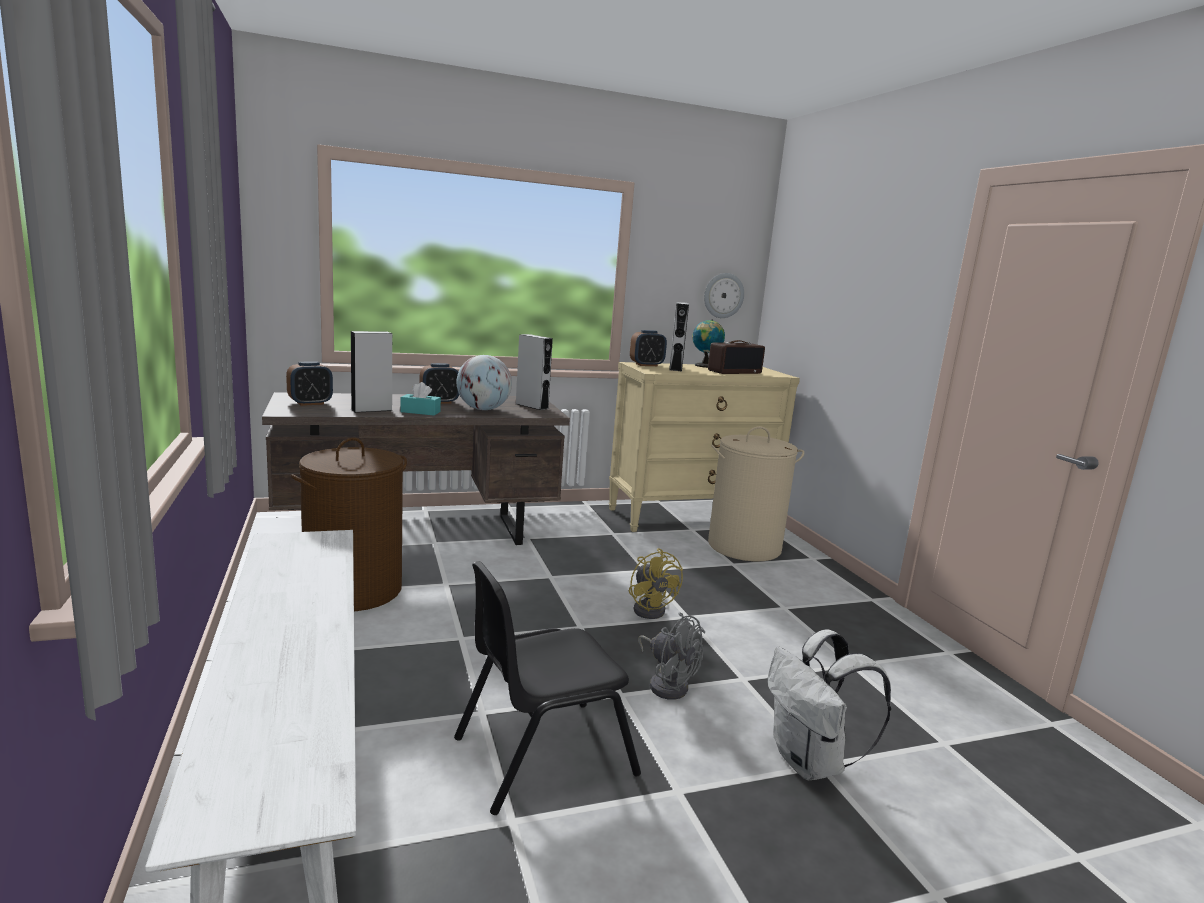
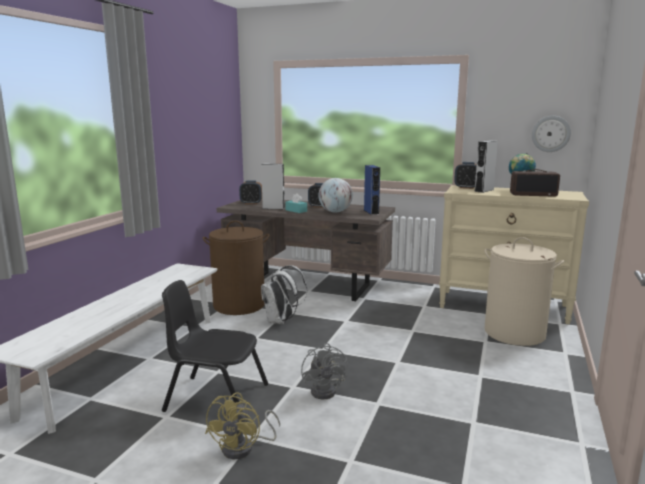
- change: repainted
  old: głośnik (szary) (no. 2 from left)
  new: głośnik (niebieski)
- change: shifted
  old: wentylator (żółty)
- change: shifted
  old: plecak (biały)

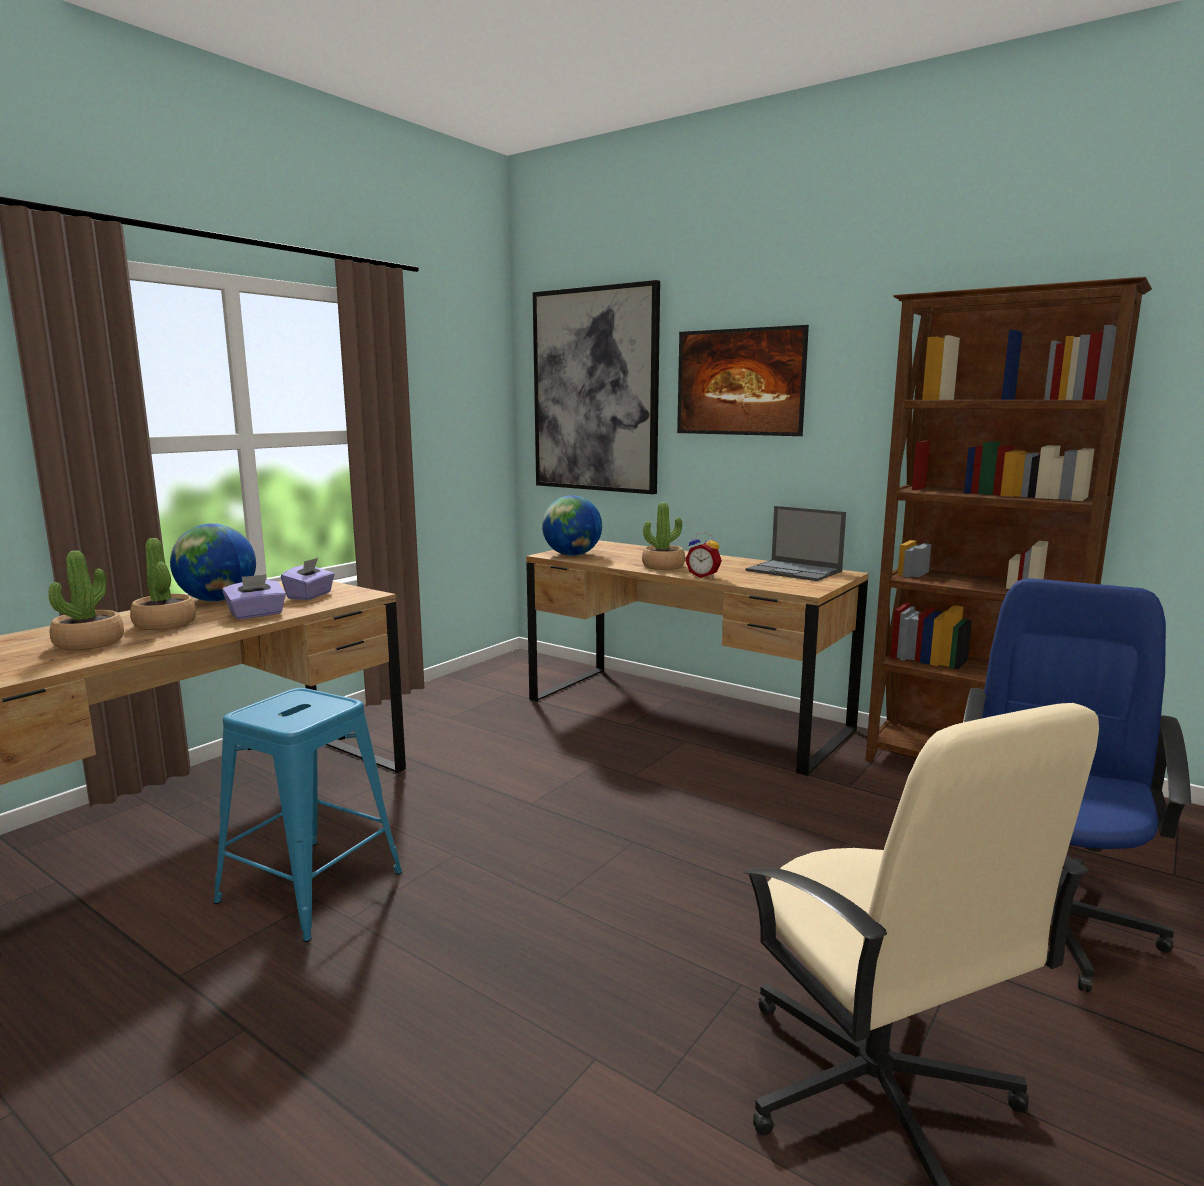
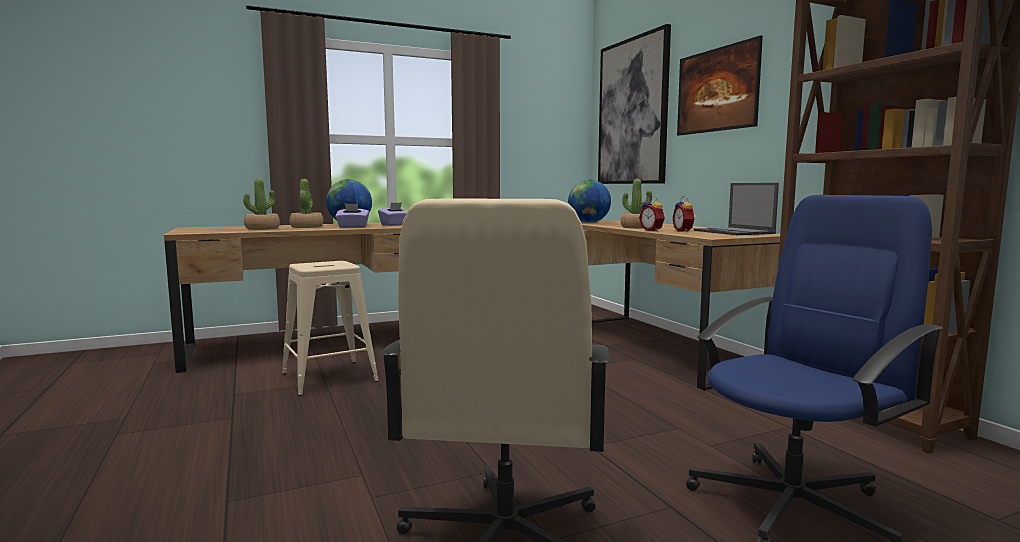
- change: repainted
  old: stołek (niebieski)
  new: stołek (beżowy)
- change: new
  new: budzik (no. 2 from left)

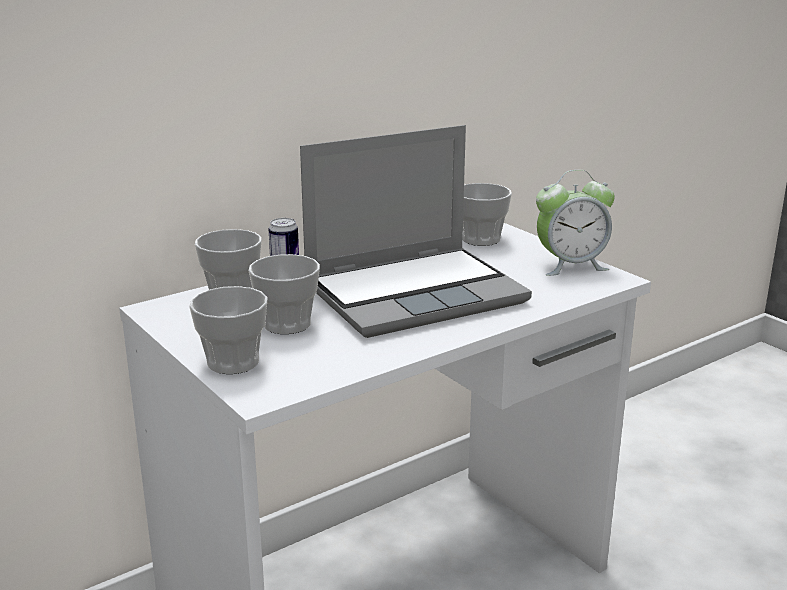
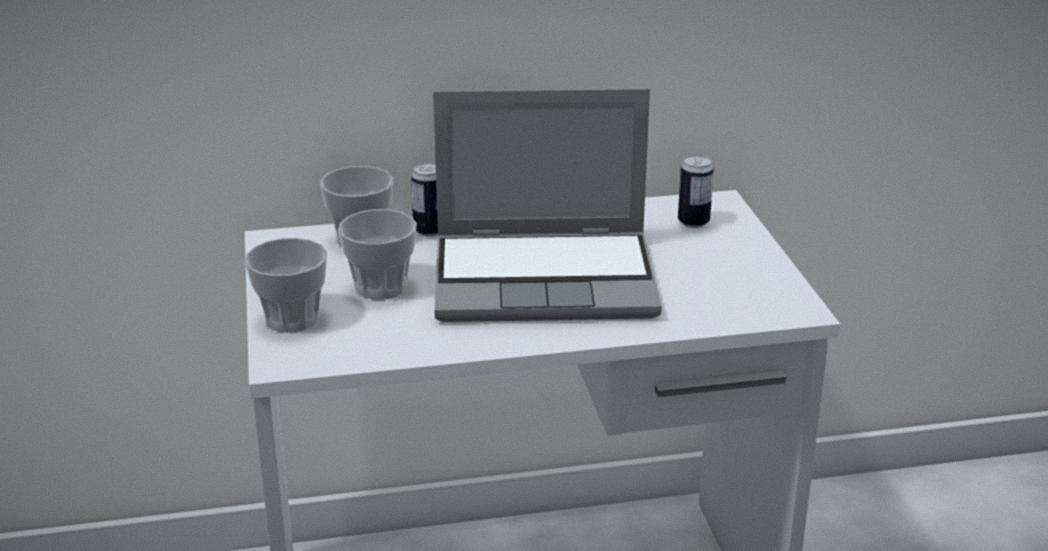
- change: swapped
  old: filiżanka (no. 4 from left)
  new: puszka (no. 2 from left)
- change: gone
  old: budzik

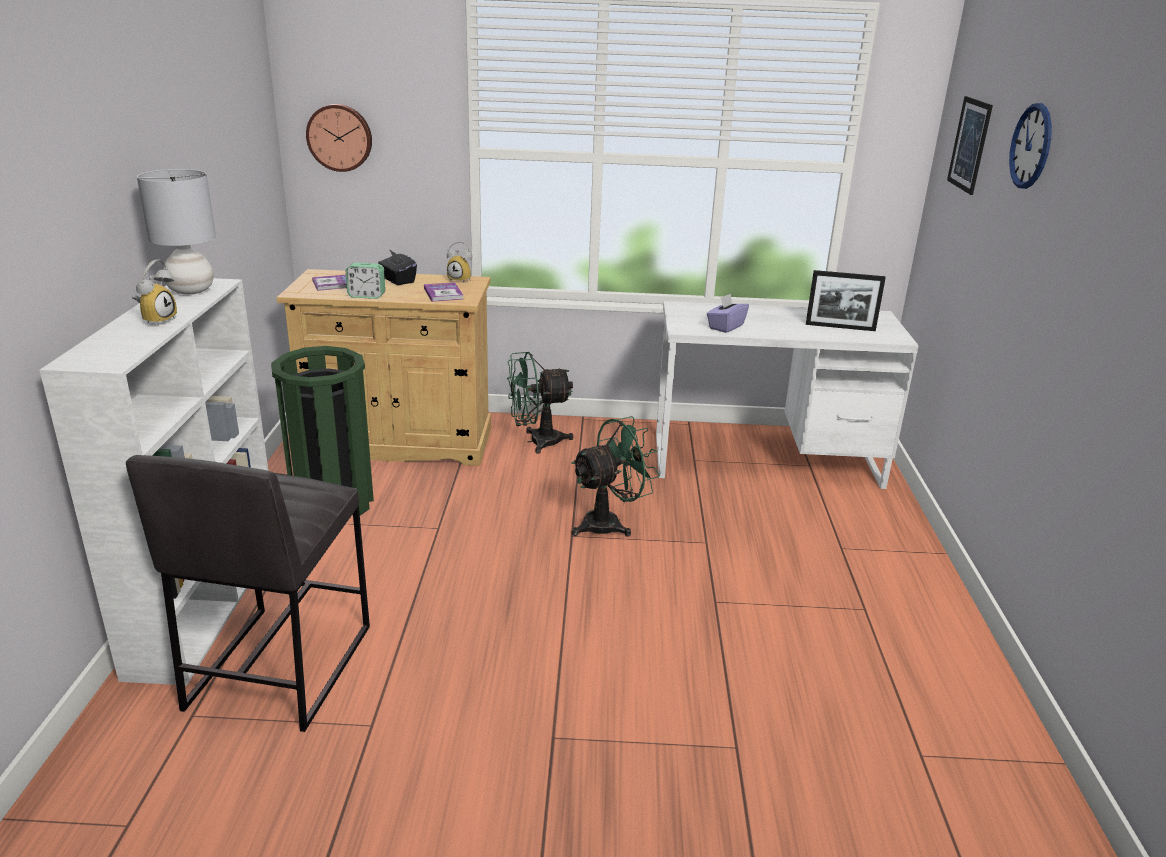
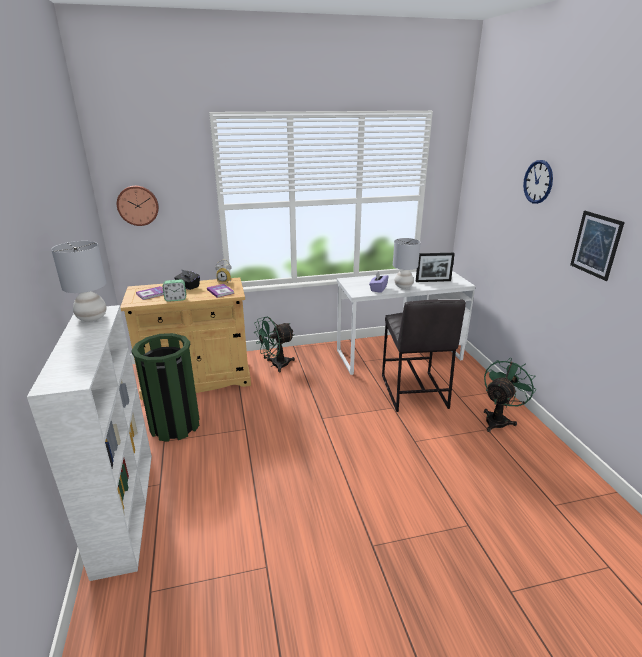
- change: shifted
  old: stołek (szary)
- change: gone
  old: budzik (no. 1 from left)
- change: shifted
  old: wentylator (zielony) (no. 2 from left)
- change: shifted
  old: obraz
- change: new
  new: lampa stołowa (szary) (no. 2 from left)

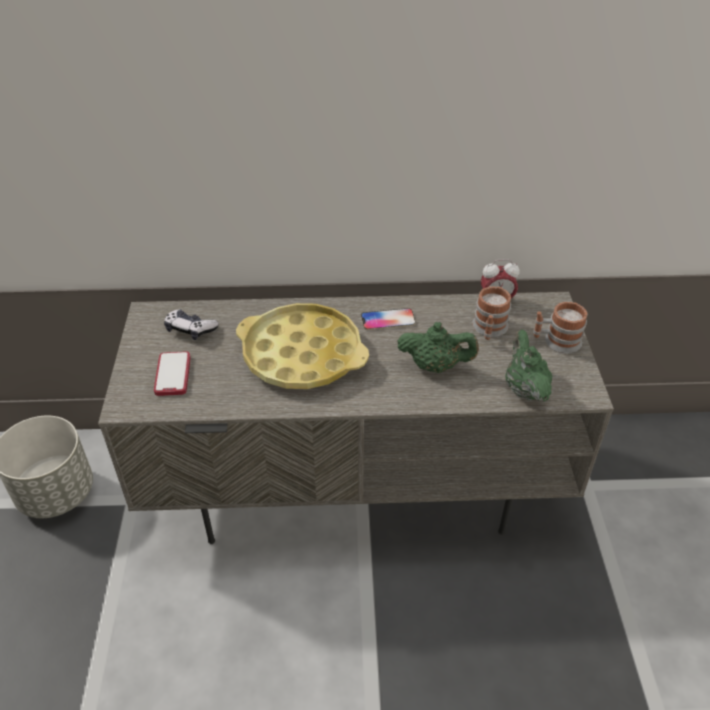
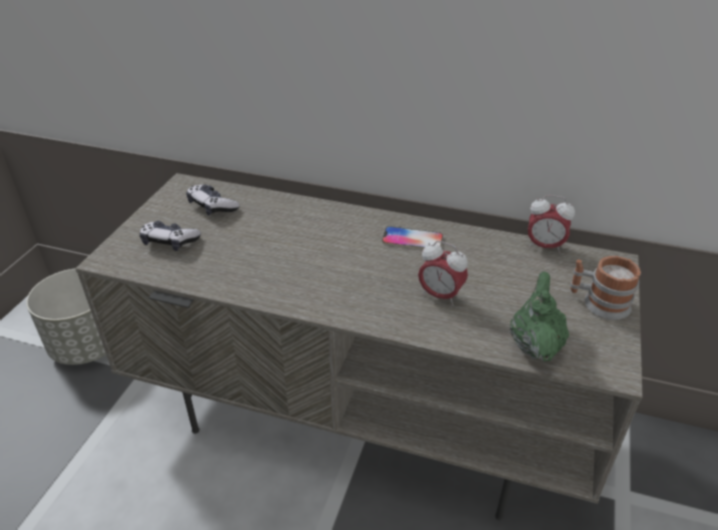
- change: swapped
  old: telefon (no. 1 from left)
  new: pad do gier (no. 1 from left)
- change: gone
  old: taca (żółty)
- change: swapped
  old: imbryk (zielony) (no. 1 from left)
  new: budzik (no. 1 from left)
- change: gone
  old: kubek (no. 1 from left)

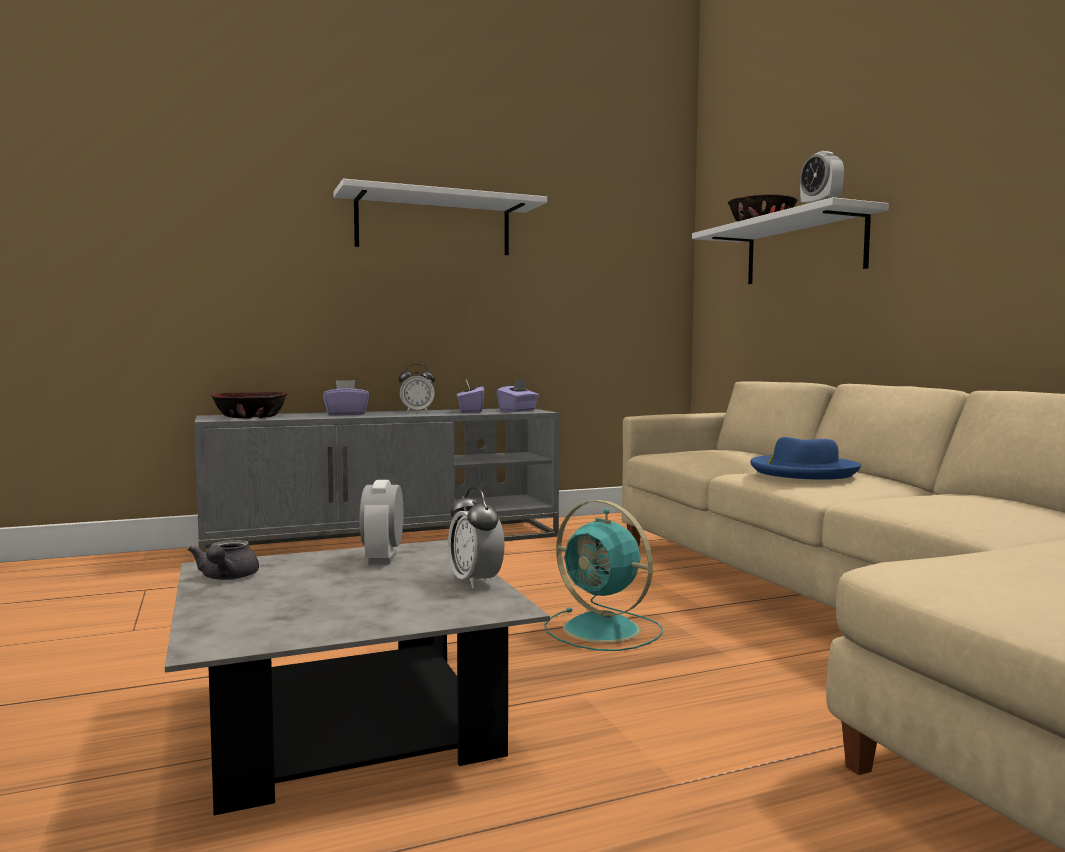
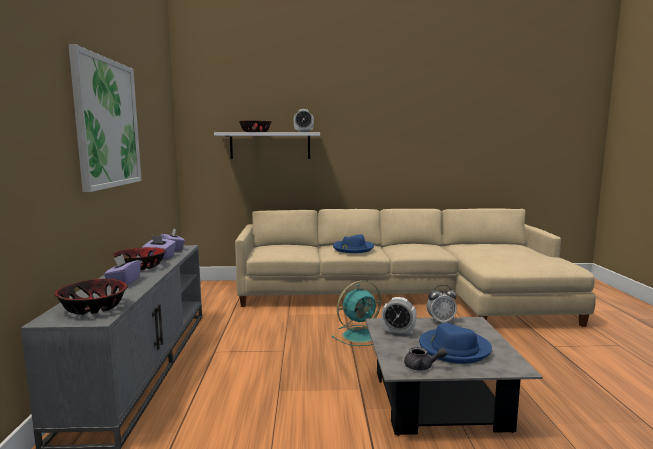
- change: swapped
  old: półka (biały) (no. 1 from left)
  new: obraz
- change: swapped
  old: budzik (no. 2 from left)
  new: miska (no. 2 from left)
- change: new
  new: kapelusz (niebieski) (no. 2 from left)

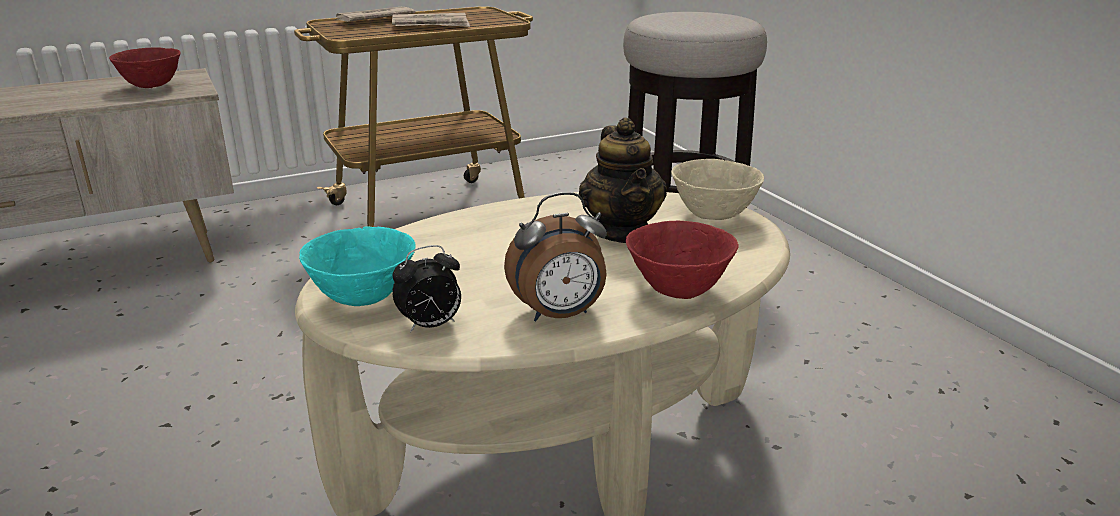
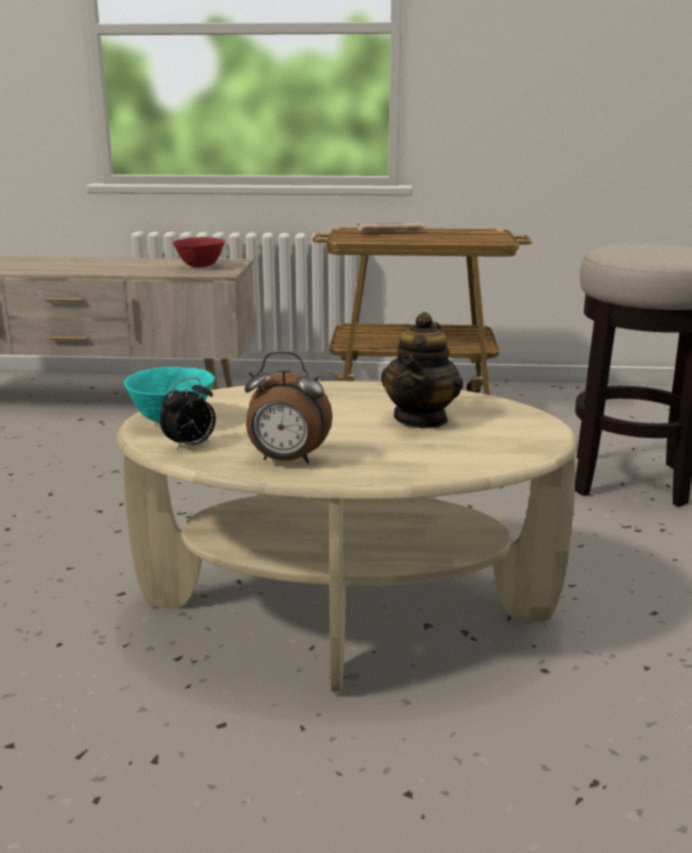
- change: gone
  old: gazeta (no. 2 from left)
- change: rotated
  old: budzik (no. 1 from left)
  degrees: -45
- change: gone
  old: miska (czerwony) (no. 2 from left)
- change: gone
  old: miska (beżowy)

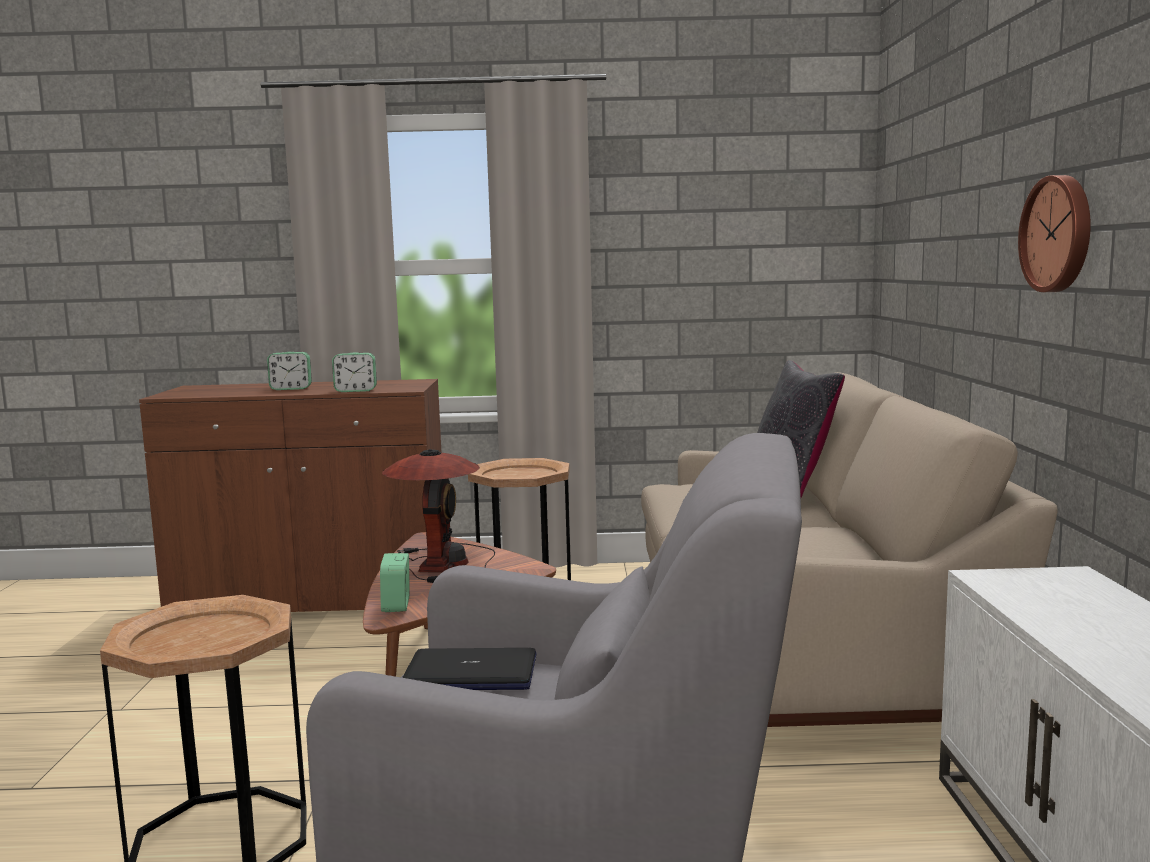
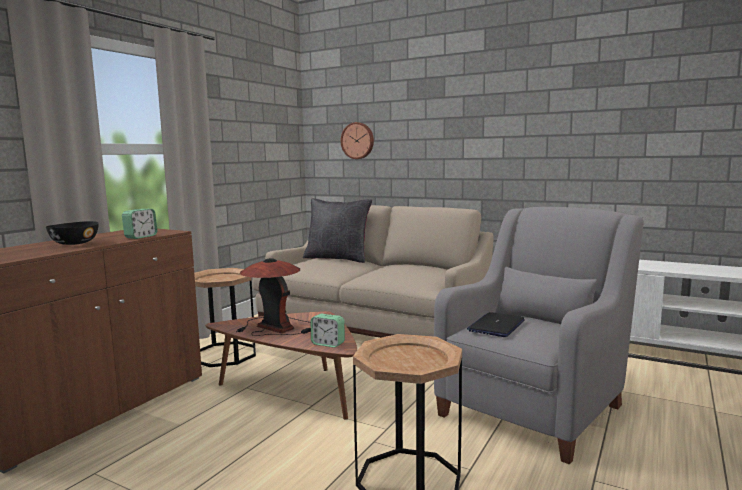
- change: swapped
  old: budzik (no. 1 from left)
  new: miska (czarny)
- change: shifted
  old: zegar ścienny

